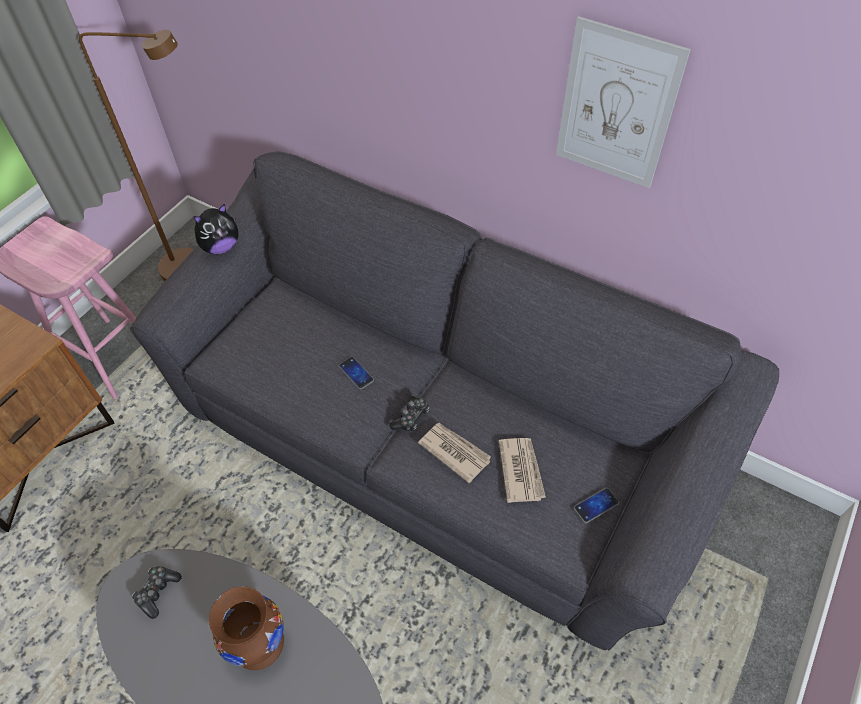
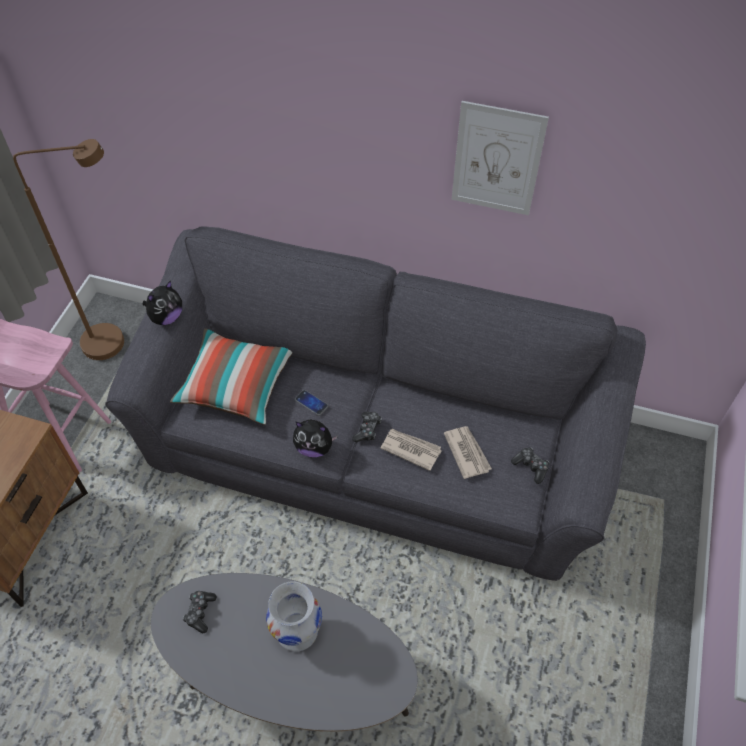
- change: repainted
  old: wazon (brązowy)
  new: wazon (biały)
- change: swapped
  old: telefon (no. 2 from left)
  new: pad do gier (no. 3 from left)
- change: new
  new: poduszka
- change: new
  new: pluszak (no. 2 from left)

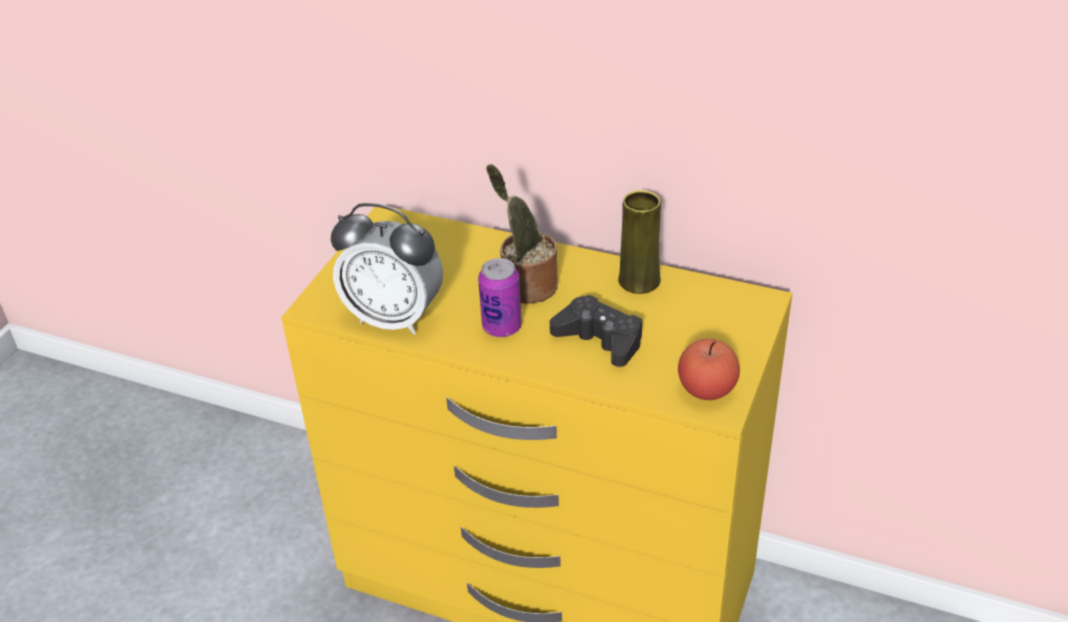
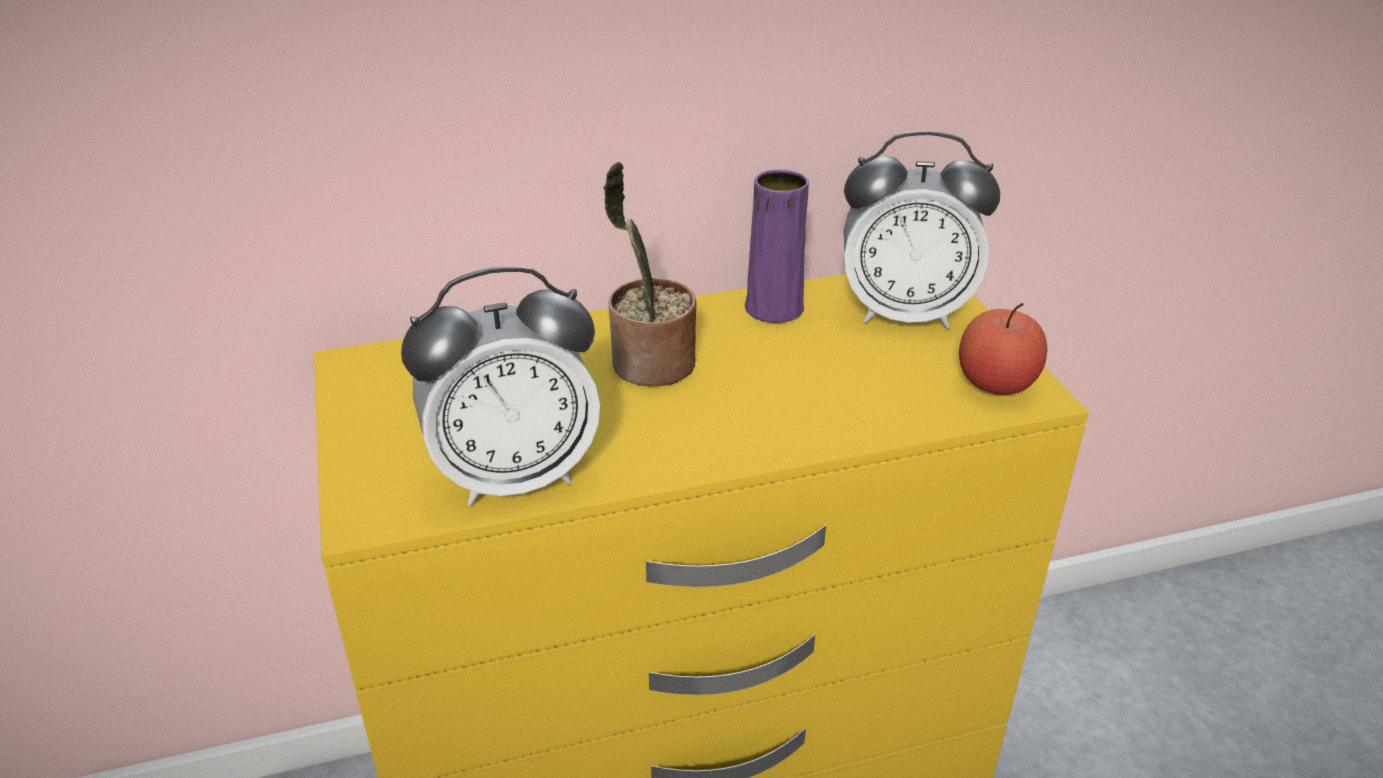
- change: gone
  old: puszka
- change: gone
  old: pad do gier (czarny)
- change: repainted
  old: wazon (żółty)
  new: wazon (fioletowy)
- change: new
  new: budzik (no. 2 from left)

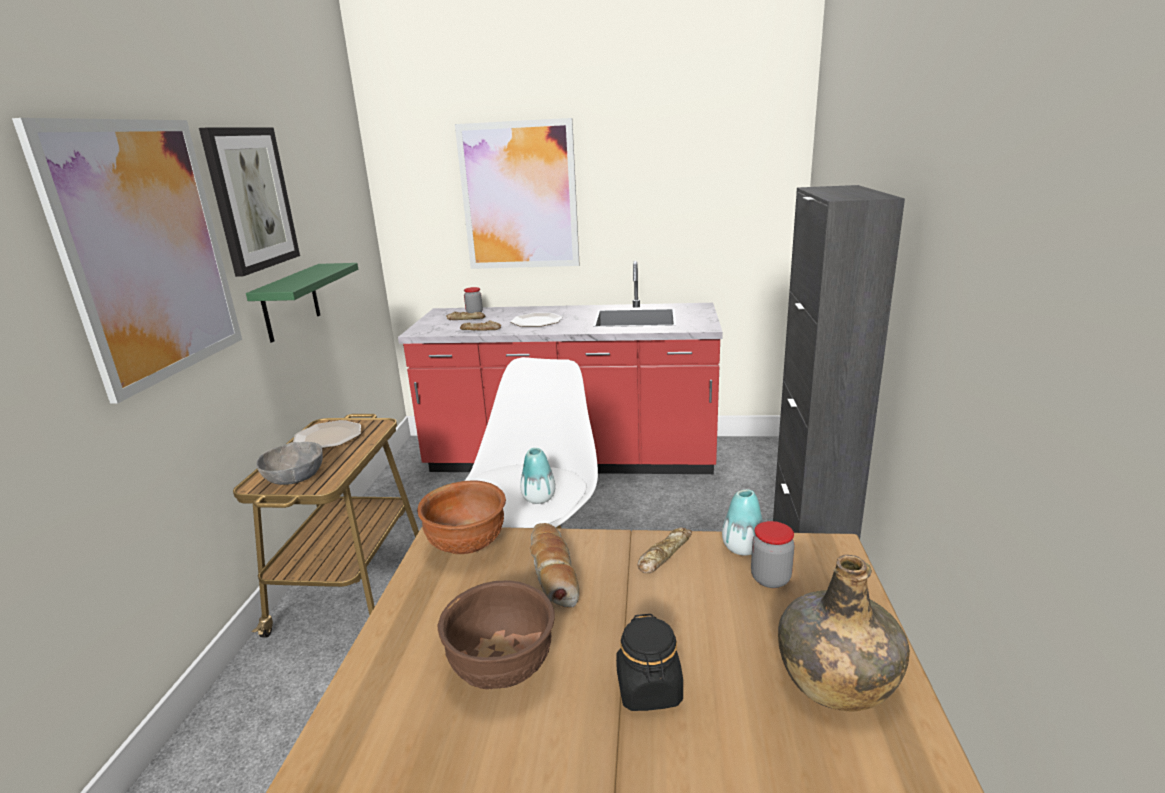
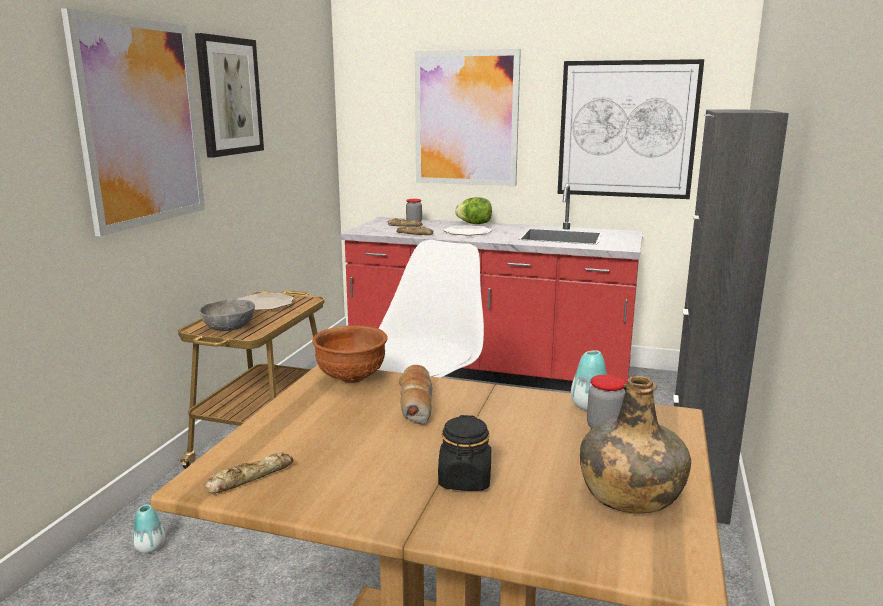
- change: gone
  old: półka (zielony)
- change: gone
  old: miska (brązowy) (no. 2 from left)
- change: shifted
  old: wazon (no. 1 from left)
- change: shifted
  old: chleb (no. 4 from left in the first image)
  new: chleb (no. 1 from left)
- change: new
  new: sałata
- change: new
  new: obraz (no. 4 from left)

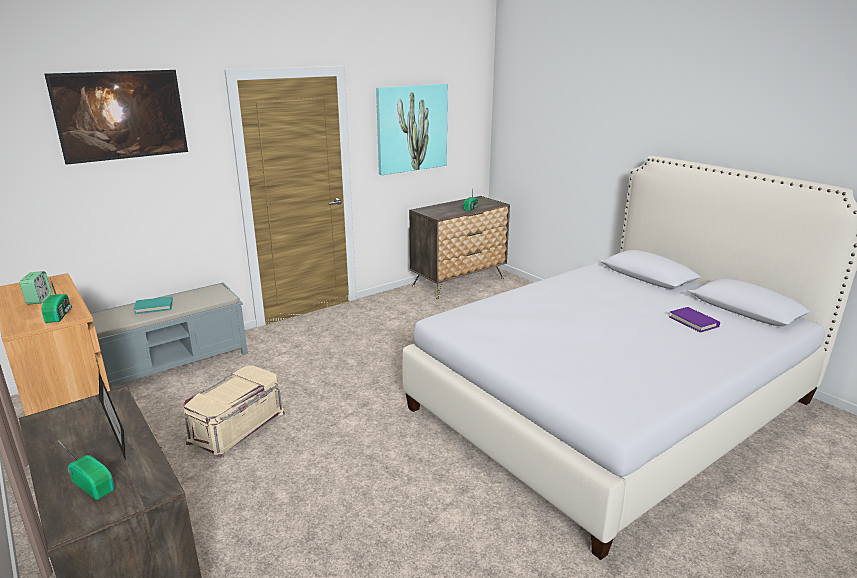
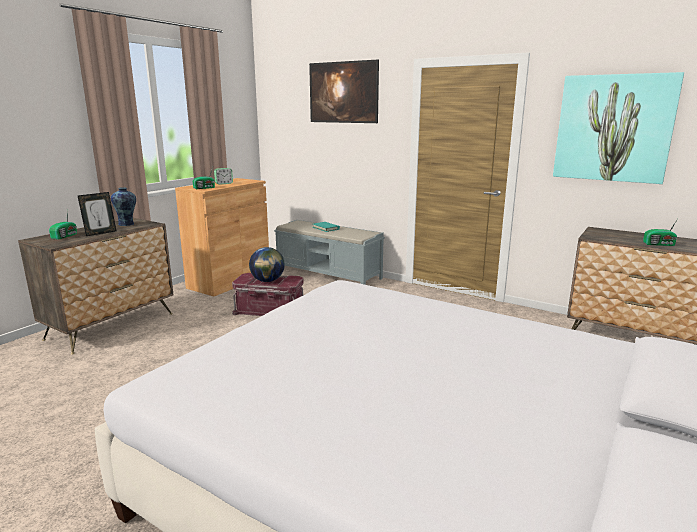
- change: repainted
  old: pojemnik do przechowywania (beżowy)
  new: pojemnik do przechowywania (czerwony)
- change: gone
  old: książka (fioletowy)
- change: new
  new: wazon
- change: new
  new: globus

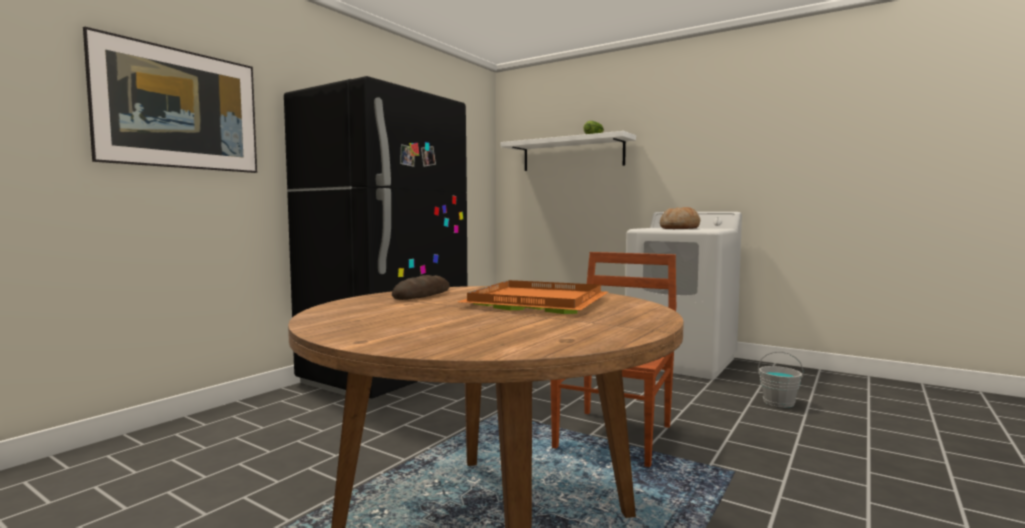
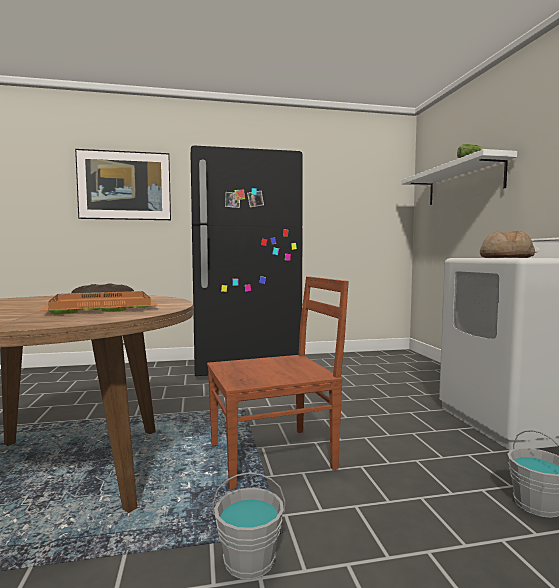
- change: new
  new: wiadro (szary) (no. 1 from left)

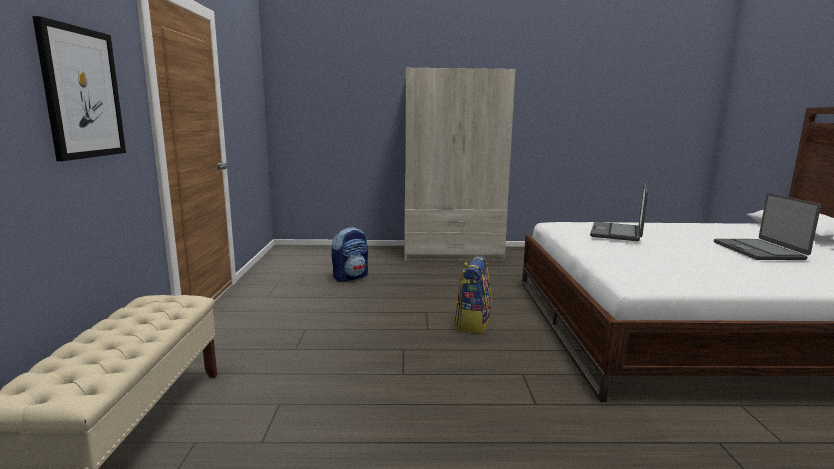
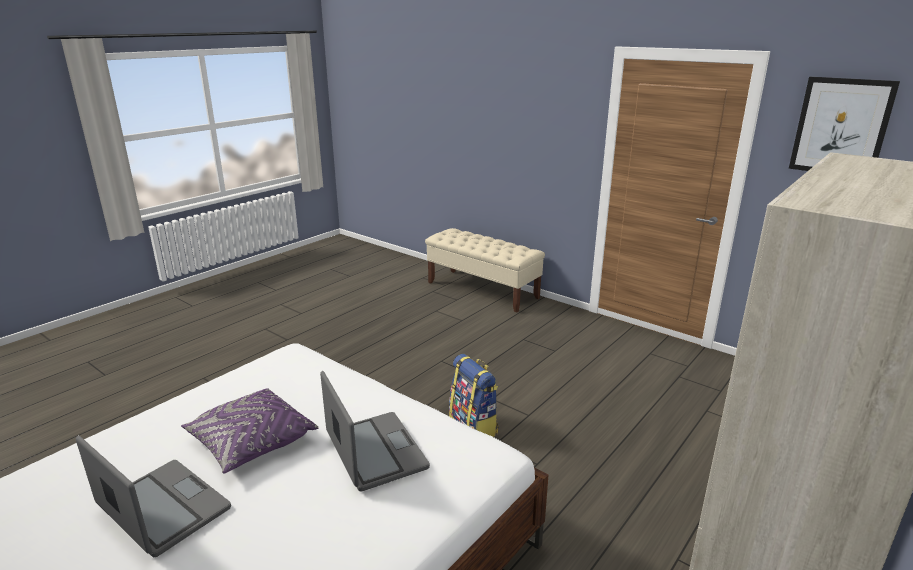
- change: shifted
  old: obraz
- change: gone
  old: plecak (no. 1 from left)
- change: new
  new: poduszka (fioletowy)

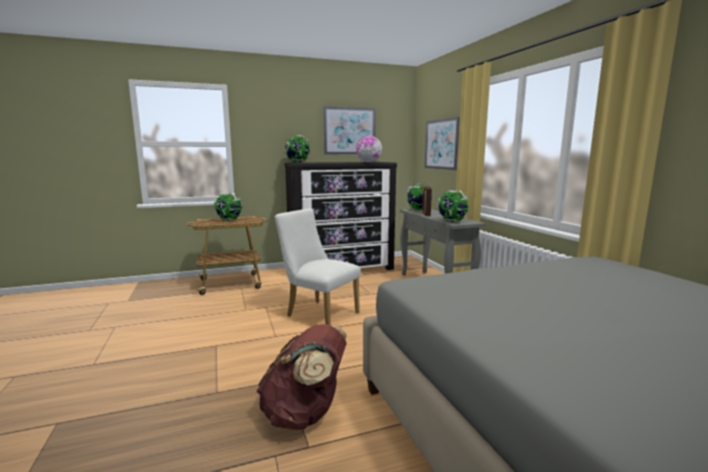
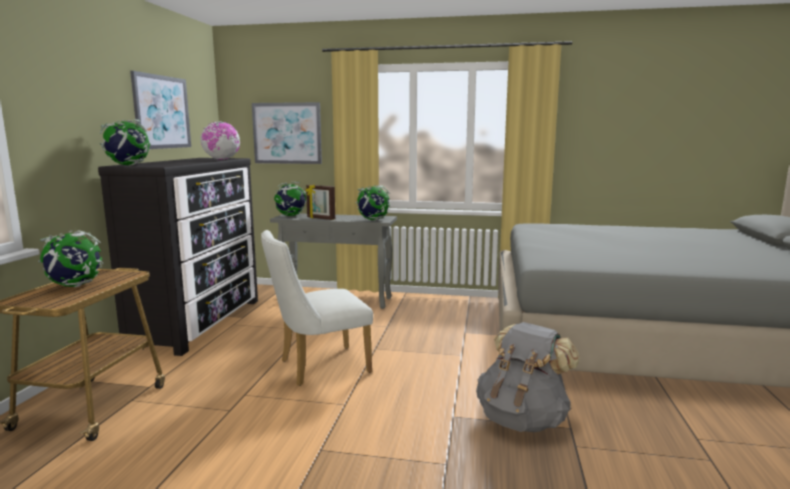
- change: repainted
  old: plecak (brązowy)
  new: plecak (szary)

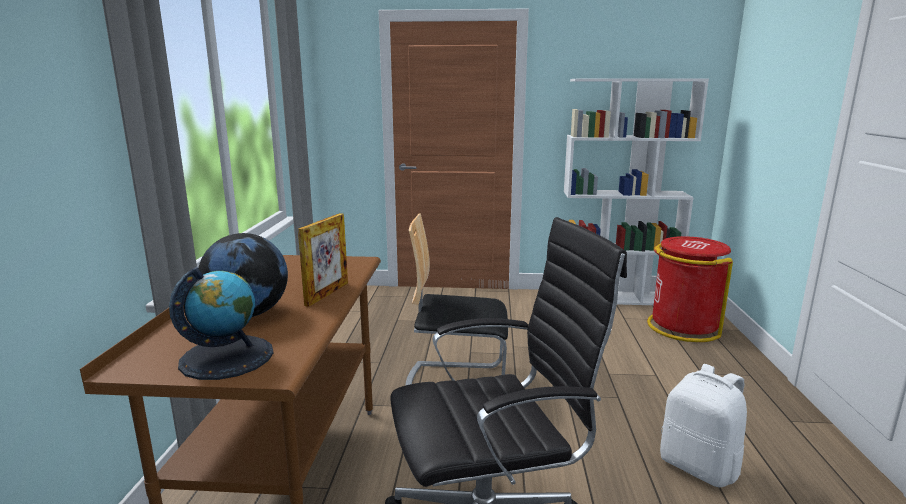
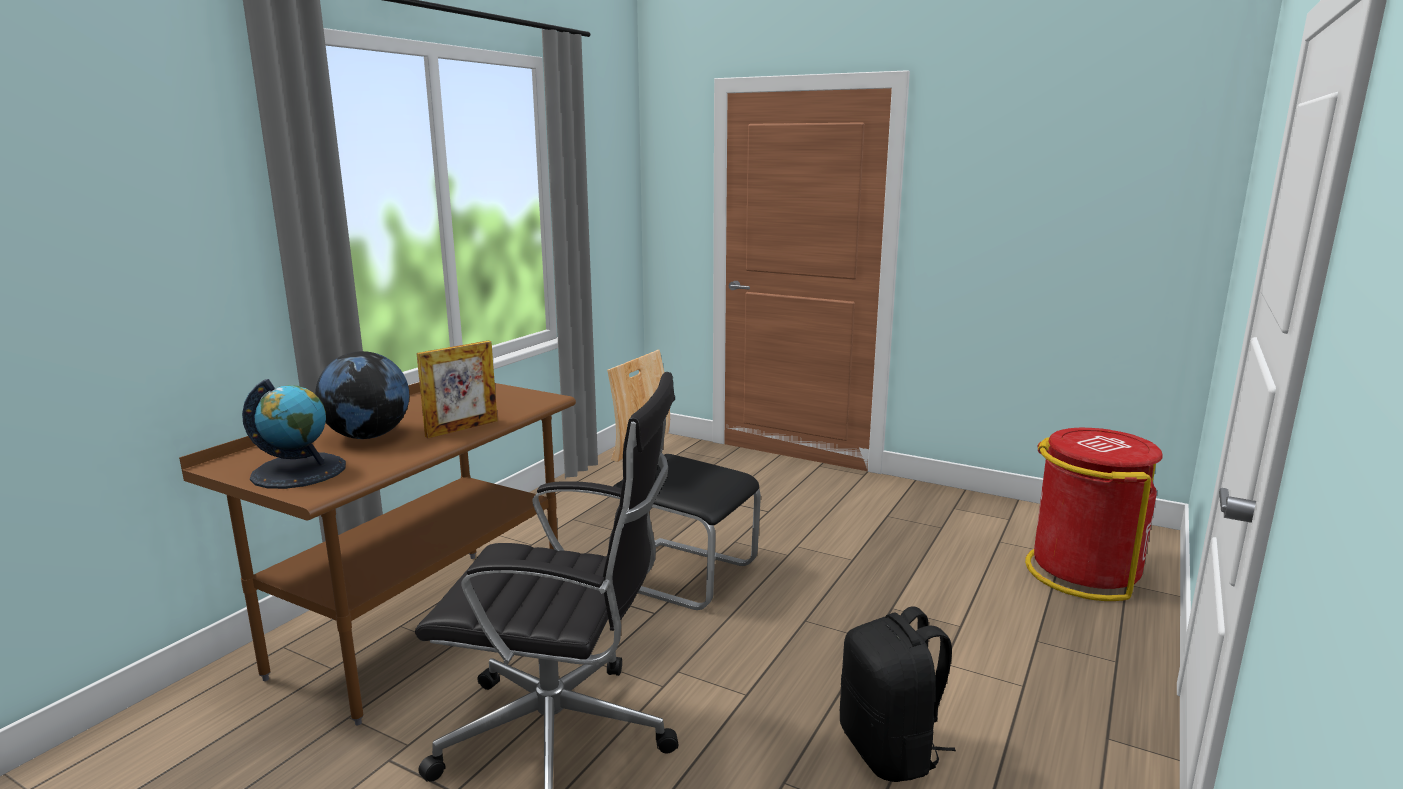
- change: gone
  old: regał (biały)
- change: repainted
  old: plecak (biały)
  new: plecak (czarny)

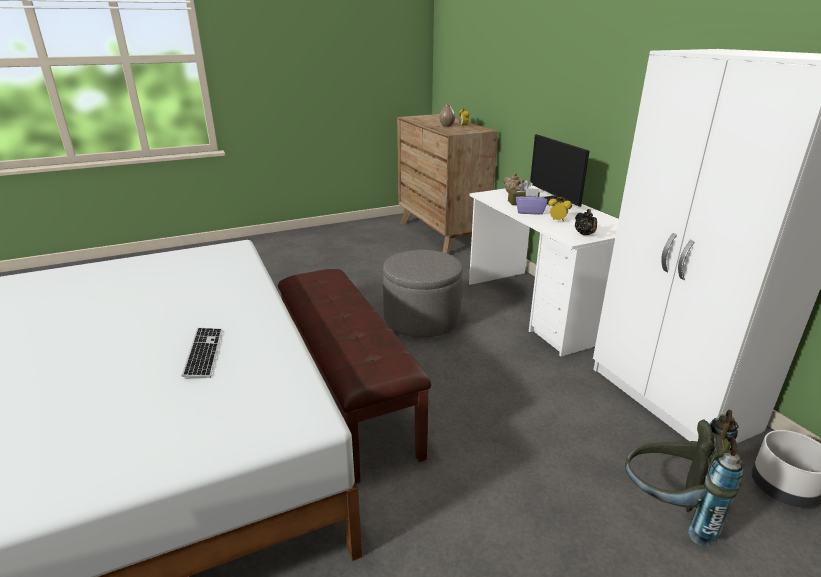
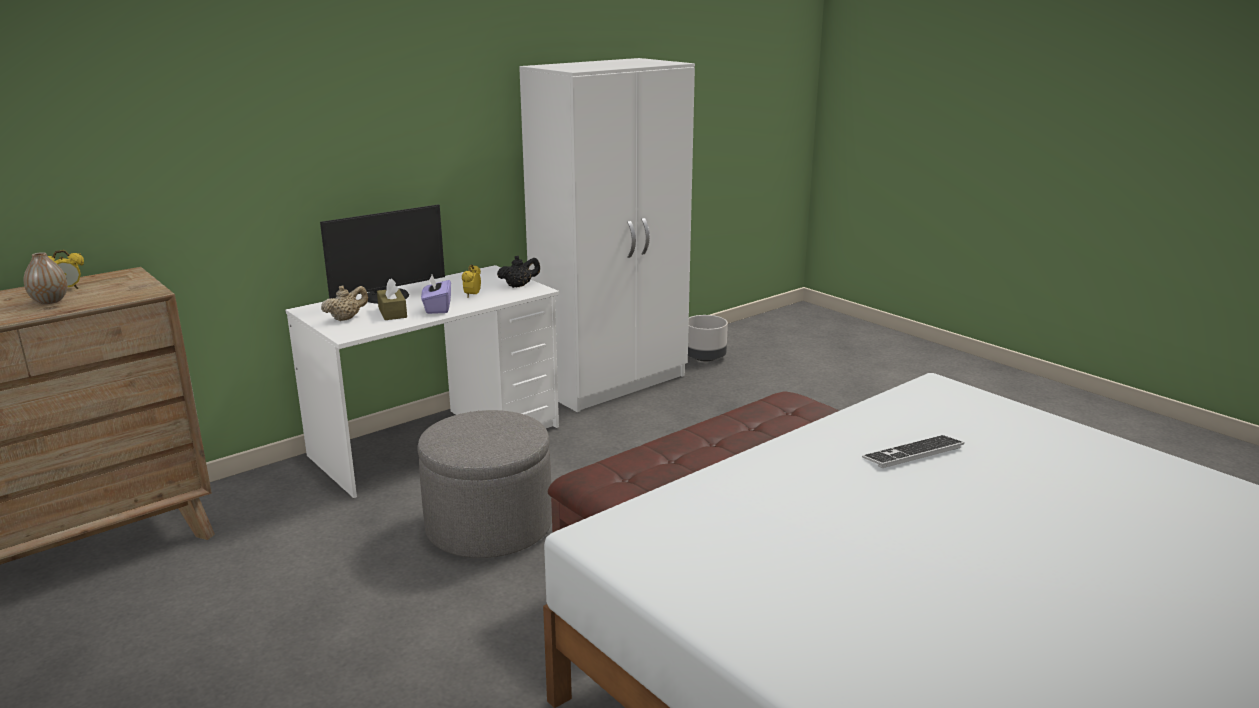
- change: gone
  old: plecak (szary)

